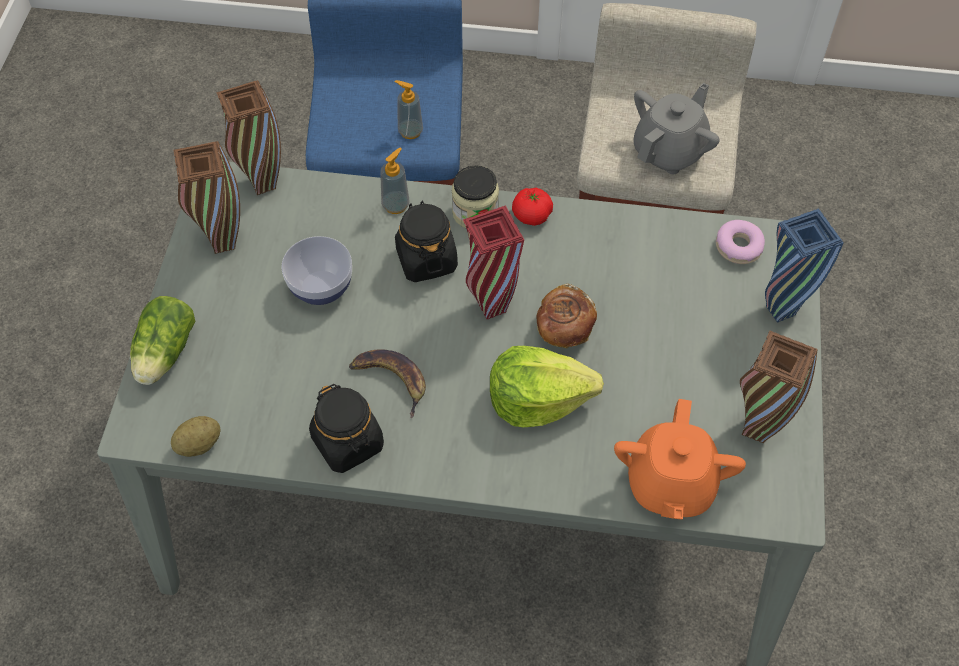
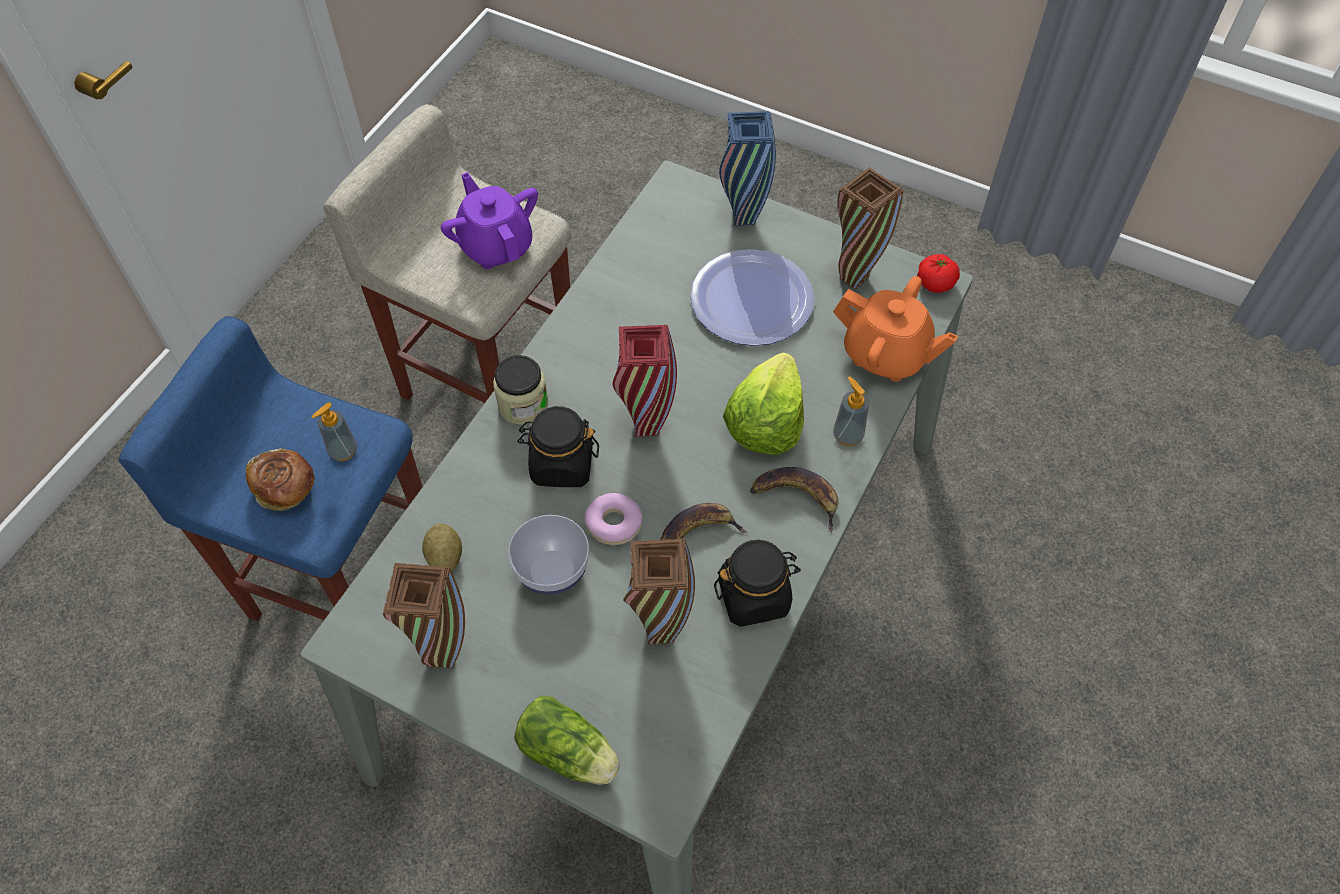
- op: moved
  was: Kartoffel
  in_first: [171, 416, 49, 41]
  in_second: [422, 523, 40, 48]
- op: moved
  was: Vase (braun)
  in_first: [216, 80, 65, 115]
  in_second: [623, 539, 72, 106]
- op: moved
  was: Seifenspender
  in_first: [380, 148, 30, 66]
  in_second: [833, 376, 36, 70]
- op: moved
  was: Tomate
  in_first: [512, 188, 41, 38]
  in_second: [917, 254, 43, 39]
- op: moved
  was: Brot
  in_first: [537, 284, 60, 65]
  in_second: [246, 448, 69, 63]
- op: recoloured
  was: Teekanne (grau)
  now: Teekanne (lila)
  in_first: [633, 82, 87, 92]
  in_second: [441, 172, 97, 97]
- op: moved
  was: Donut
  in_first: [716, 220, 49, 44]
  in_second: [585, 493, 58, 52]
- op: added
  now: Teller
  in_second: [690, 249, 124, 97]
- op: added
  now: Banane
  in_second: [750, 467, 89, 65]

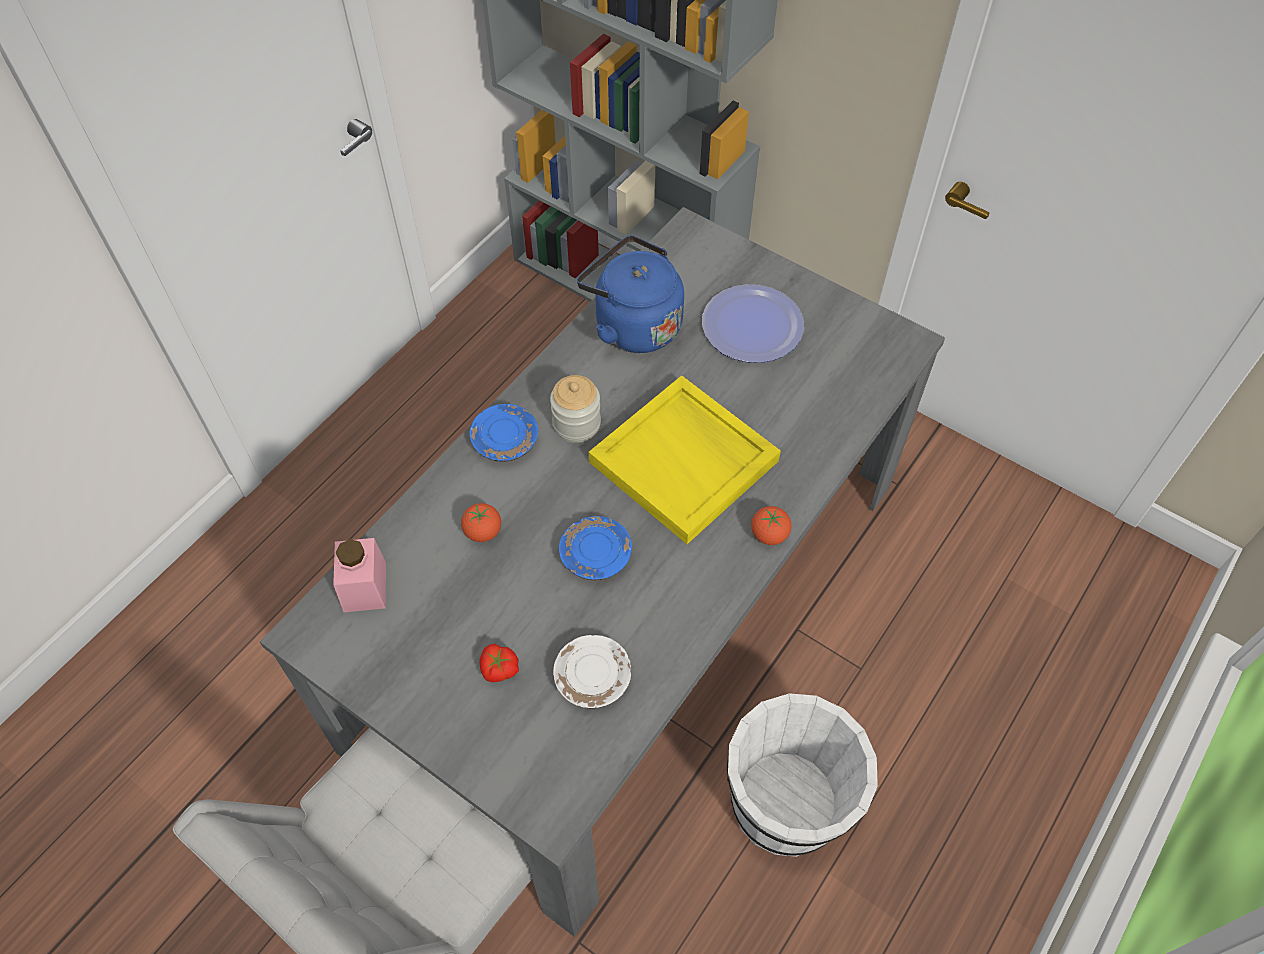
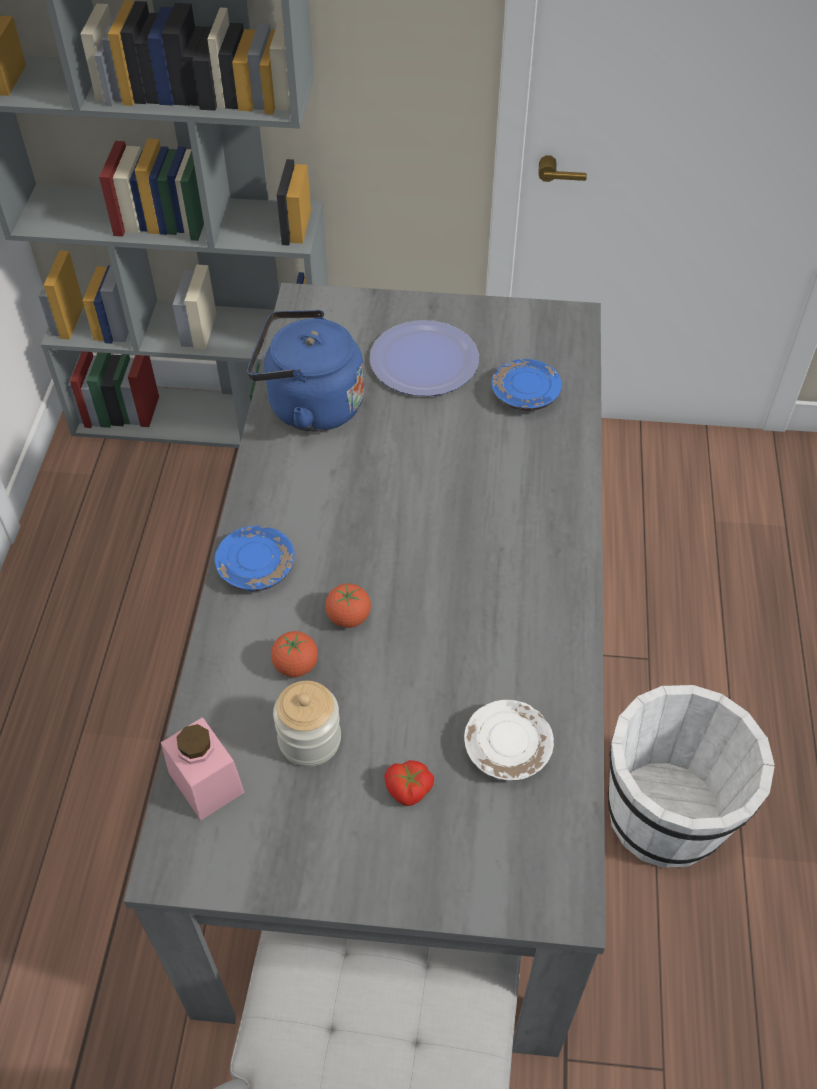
- op: moved
  was: Vorratsglas
  in_first: [550, 375, 51, 68]
  in_second: [273, 681, 68, 86]
- op: moved
  was: Teller (blau)
  in_first: [559, 516, 73, 64]
  in_second: [491, 359, 71, 52]
- op: removed
  was: Tablett (gelb)
  in_first: [589, 375, 192, 169]
- op: moved
  was: Tomate
  in_first: [751, 506, 40, 39]
  in_second: [325, 584, 46, 44]

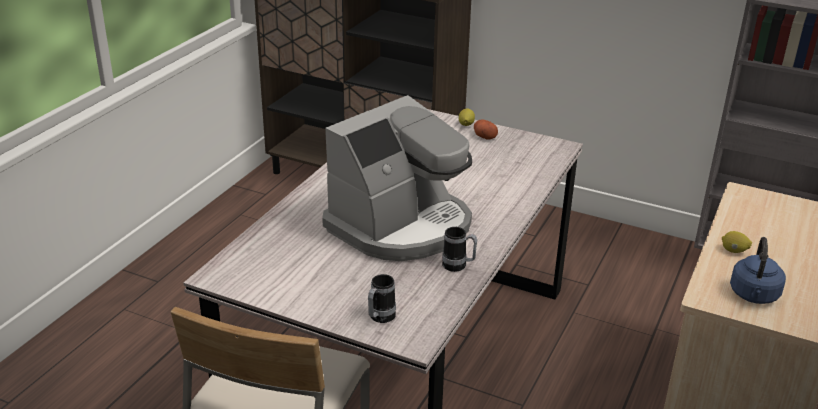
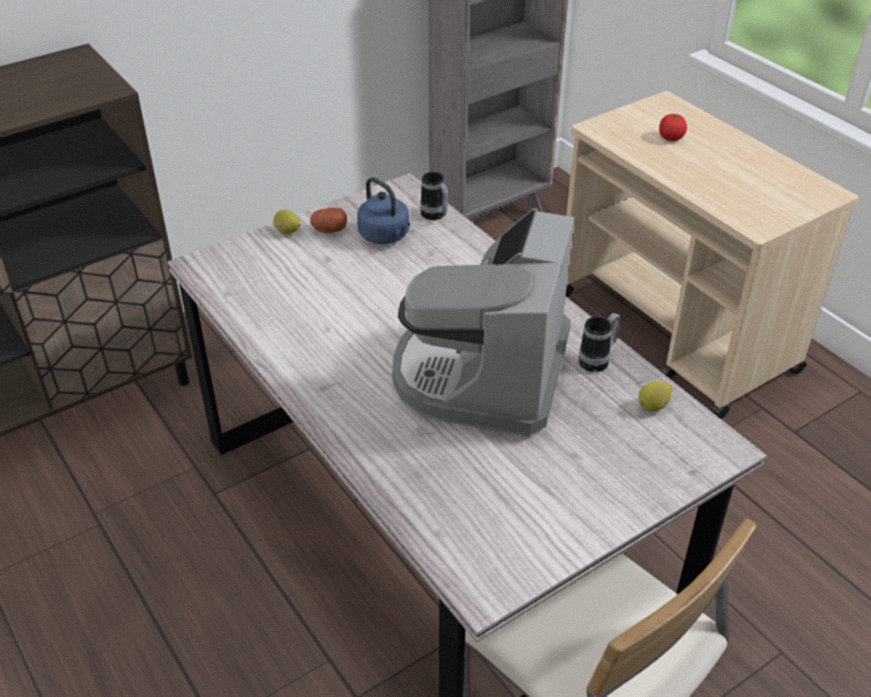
- op: turned
  was: Kaffeemaschine
  in_first: [322, 95, 150, 166]
  in_second: [392, 208, 182, 229]
  clockwise: -150
- op: moved
  was: Henkelbecher
  in_first: [368, 274, 28, 49]
  in_second: [420, 172, 28, 48]
- op: moved
  was: Zitrone
  in_first: [722, 231, 30, 22]
  in_second: [638, 381, 35, 31]
- op: moved
  was: Wasserkessel (blau)
  in_first: [730, 237, 56, 67]
  in_second: [357, 177, 53, 67]
- op: added
  now: Tomate
  in_second: [659, 114, 28, 27]

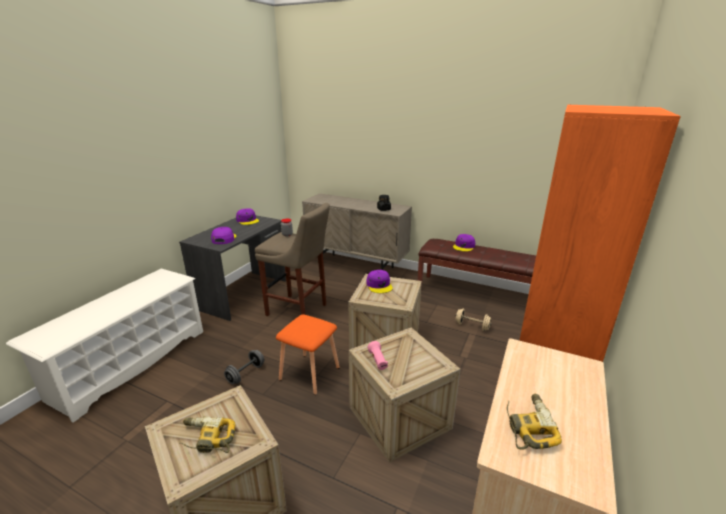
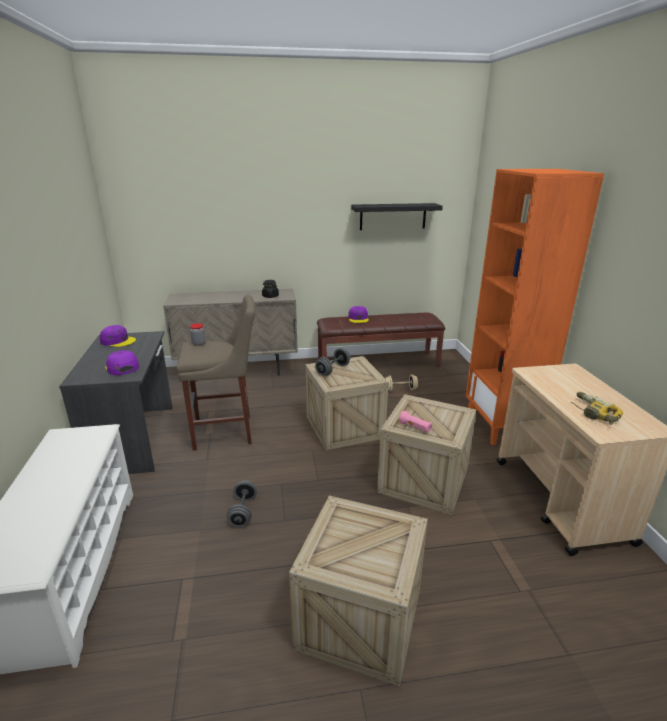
- op: removed
  was: Bohrmaschine
  in_first: [179, 416, 56, 37]
- op: removed
  was: Hocker (orange)
  in_first: [276, 314, 64, 81]
- op: replaced
  was: Kappe (lila)
  now: Hantel (grau)
  in_first: [366, 270, 27, 23]
  in_second: [315, 348, 35, 28]
- op: added
  now: Wandregal (schwarz)
  in_second: [351, 203, 92, 27]

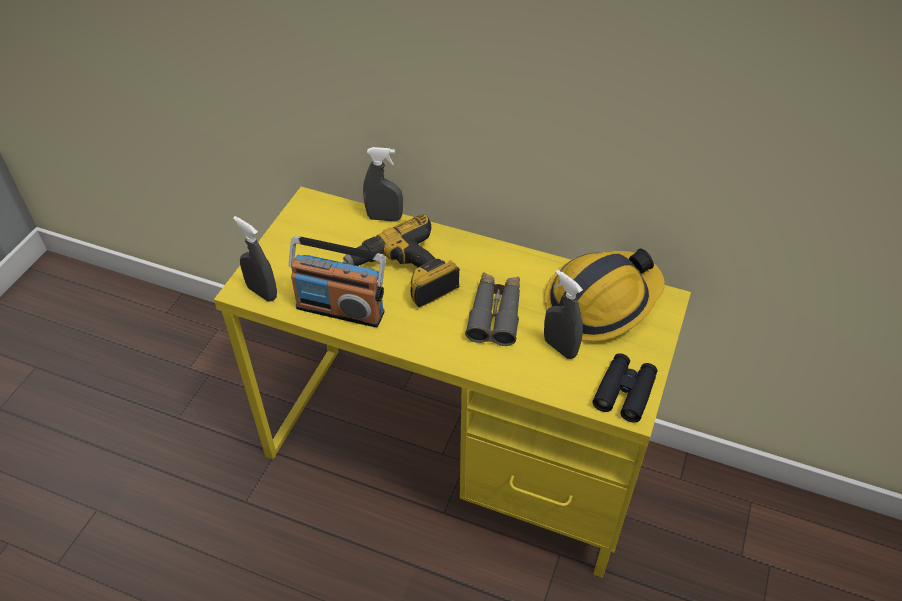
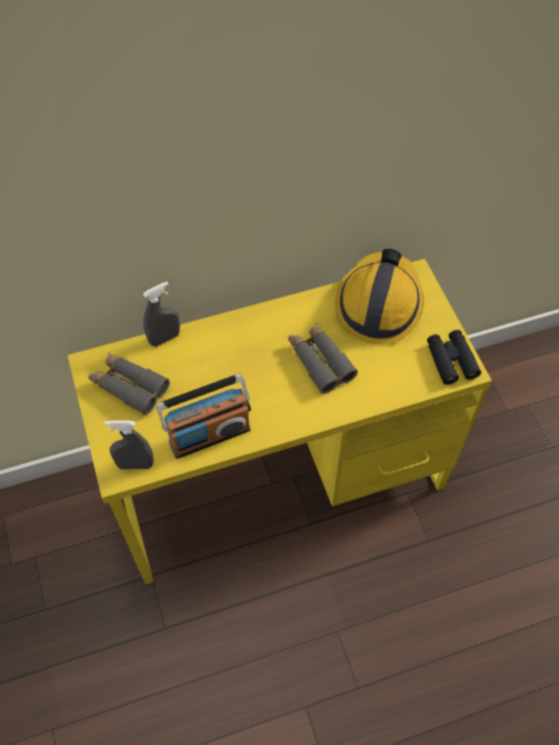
- op: removed
  was: Bohrmaschine
  in_first: [342, 214, 118, 93]
- op: removed
  was: Sprühflasche (grau)
  in_first: [544, 270, 39, 89]
- op: added
  now: Fernglas (grau)
  in_second: [89, 353, 80, 62]

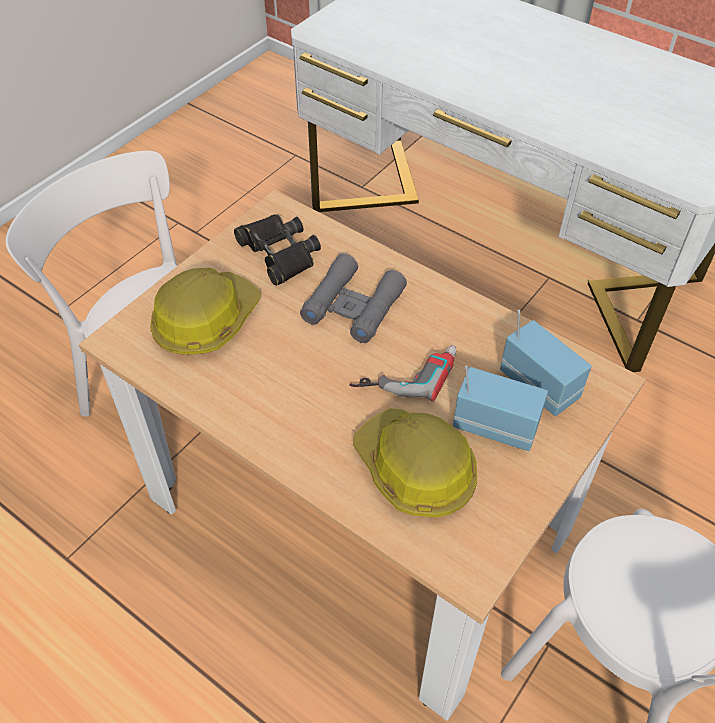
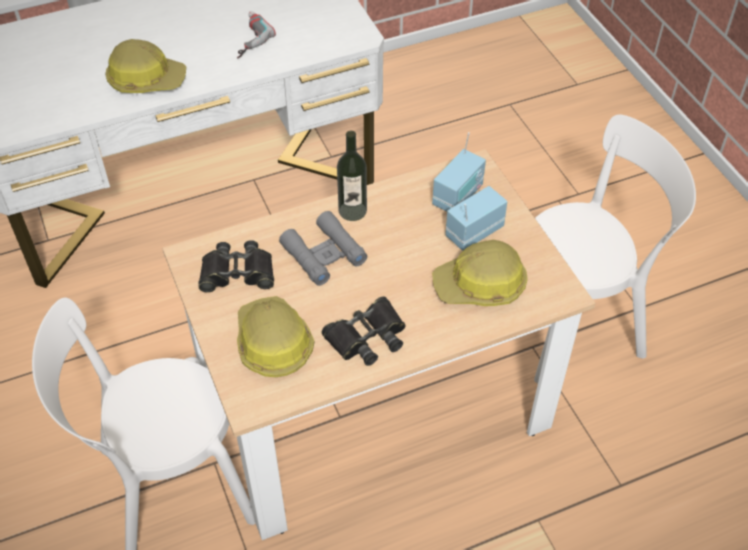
- op: moved
  was: Bohrmaschine
  in_first: [349, 345, 108, 56]
  in_second: [237, 12, 39, 47]
- op: turned
  was: Radio
  in_first: [500, 310, 92, 106]
  in_second: [432, 132, 54, 80]
  clockwise: 135
- op: added
  now: Schutzhelm
  in_second: [105, 39, 81, 54]
- op: added
  now: Fernglas (schwarz)
  in_second: [321, 296, 85, 70]
- op: added
  now: Flasche
  in_second: [337, 131, 30, 90]

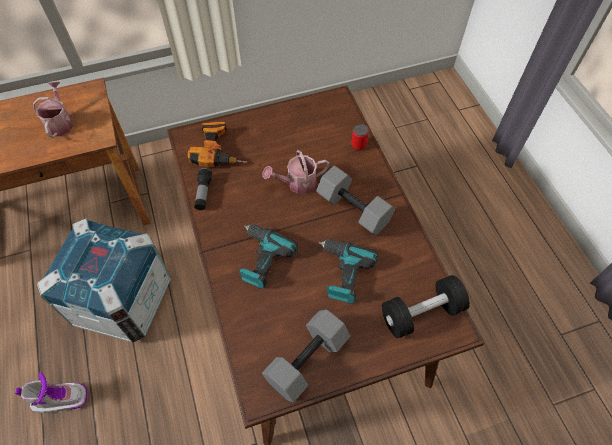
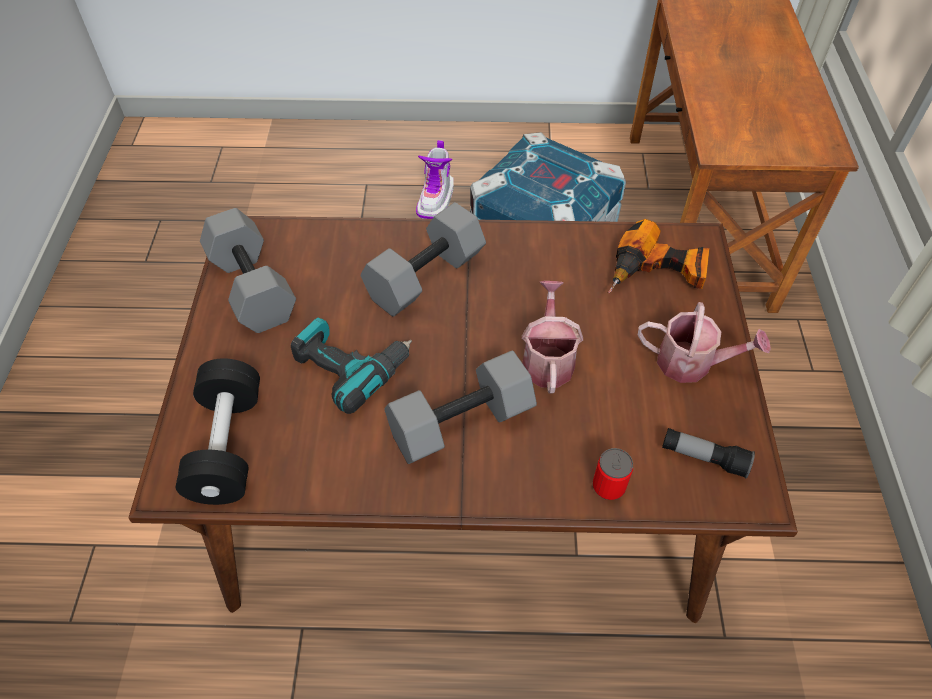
- op: moved
  was: Gießkanne
  in_first: [33, 82, 41, 56]
  in_second: [638, 302, 133, 81]
- op: moved
  was: Taschenlampe
  in_first: [194, 168, 18, 42]
  in_second: [662, 428, 93, 50]
- op: replaced
  was: Bohrmaschine
  now: Hantel (grau)
  in_first: [239, 224, 59, 65]
  in_second: [361, 202, 125, 115]

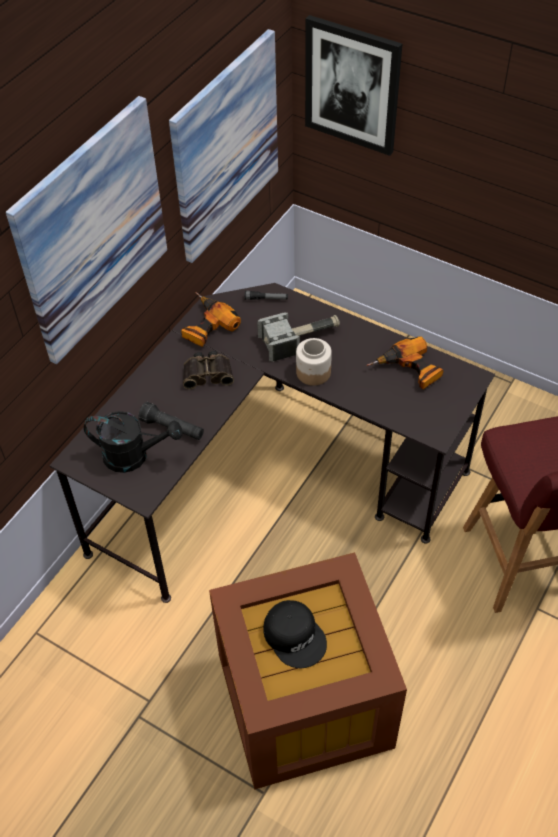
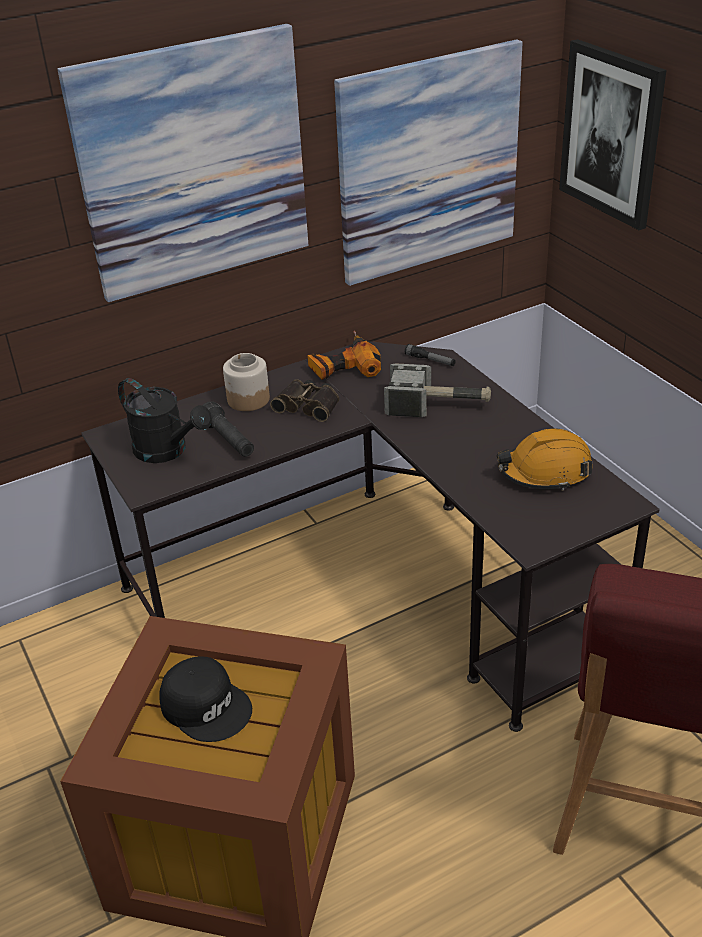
- op: turned
  was: Kappe (schwarz)
  in_first: [263, 600, 64, 68]
  in_second: [159, 657, 93, 85]
  clockwise: -45
- op: moved
  was: Vorratsglas
  in_first: [296, 338, 36, 48]
  in_second: [223, 353, 47, 58]
- op: replaced
  was: Bohrmaschine
  now: Schutzhelm (orange)
  in_first: [367, 336, 76, 53]
  in_second: [497, 428, 96, 63]

